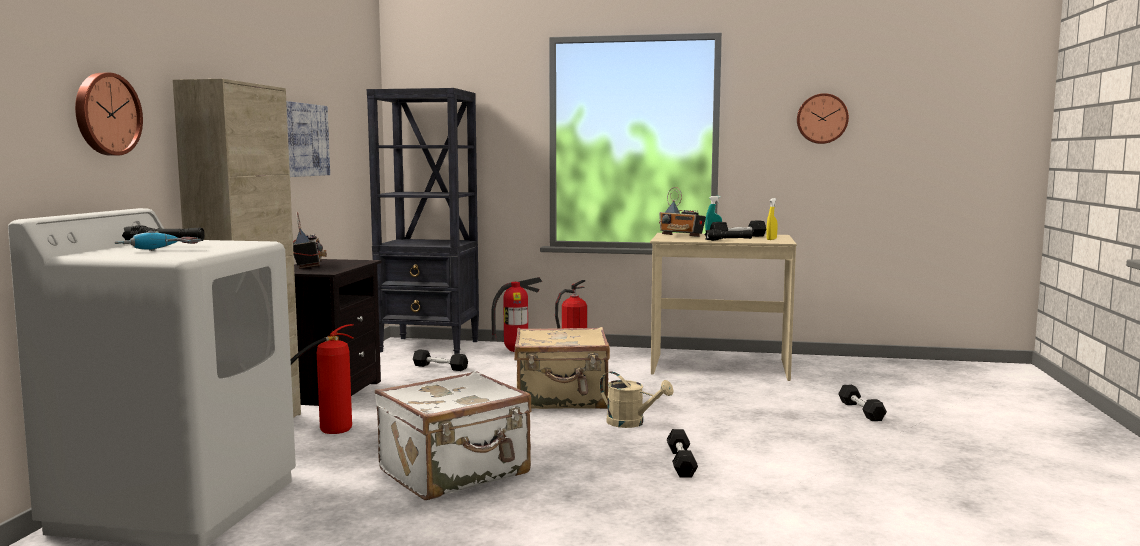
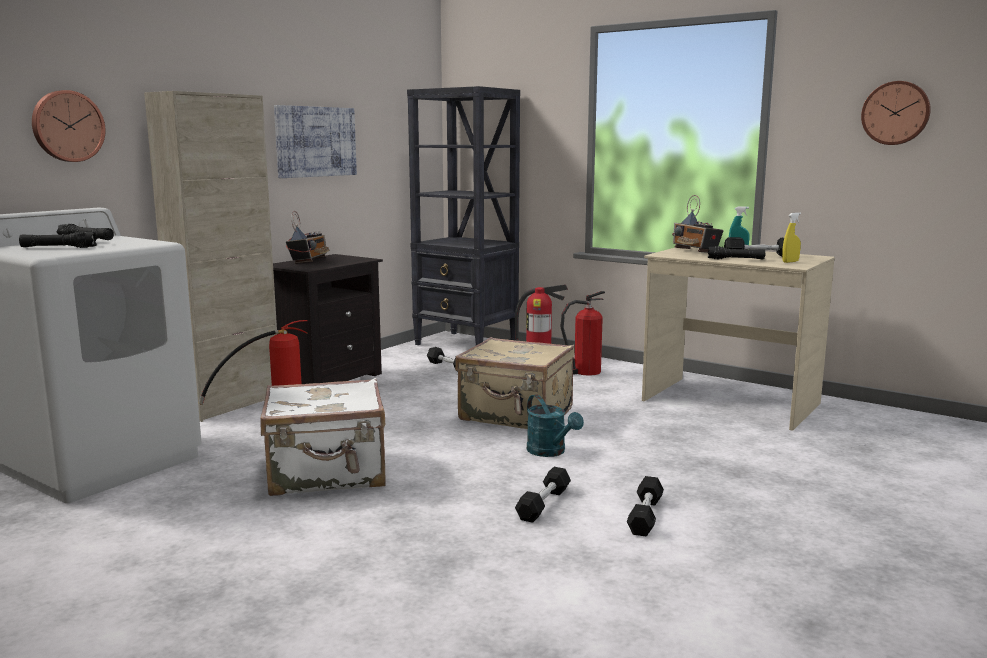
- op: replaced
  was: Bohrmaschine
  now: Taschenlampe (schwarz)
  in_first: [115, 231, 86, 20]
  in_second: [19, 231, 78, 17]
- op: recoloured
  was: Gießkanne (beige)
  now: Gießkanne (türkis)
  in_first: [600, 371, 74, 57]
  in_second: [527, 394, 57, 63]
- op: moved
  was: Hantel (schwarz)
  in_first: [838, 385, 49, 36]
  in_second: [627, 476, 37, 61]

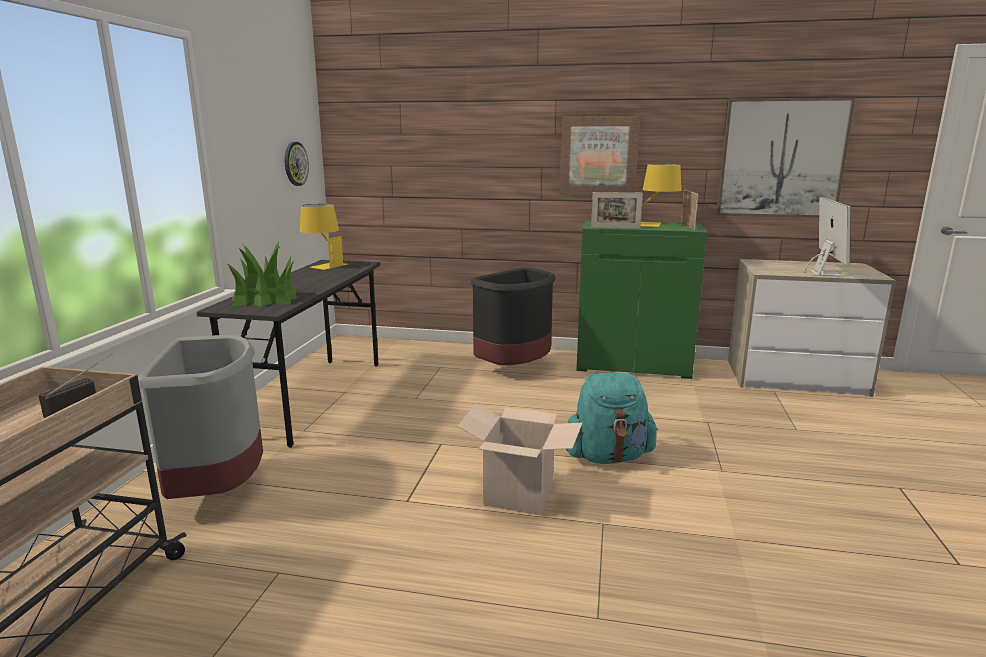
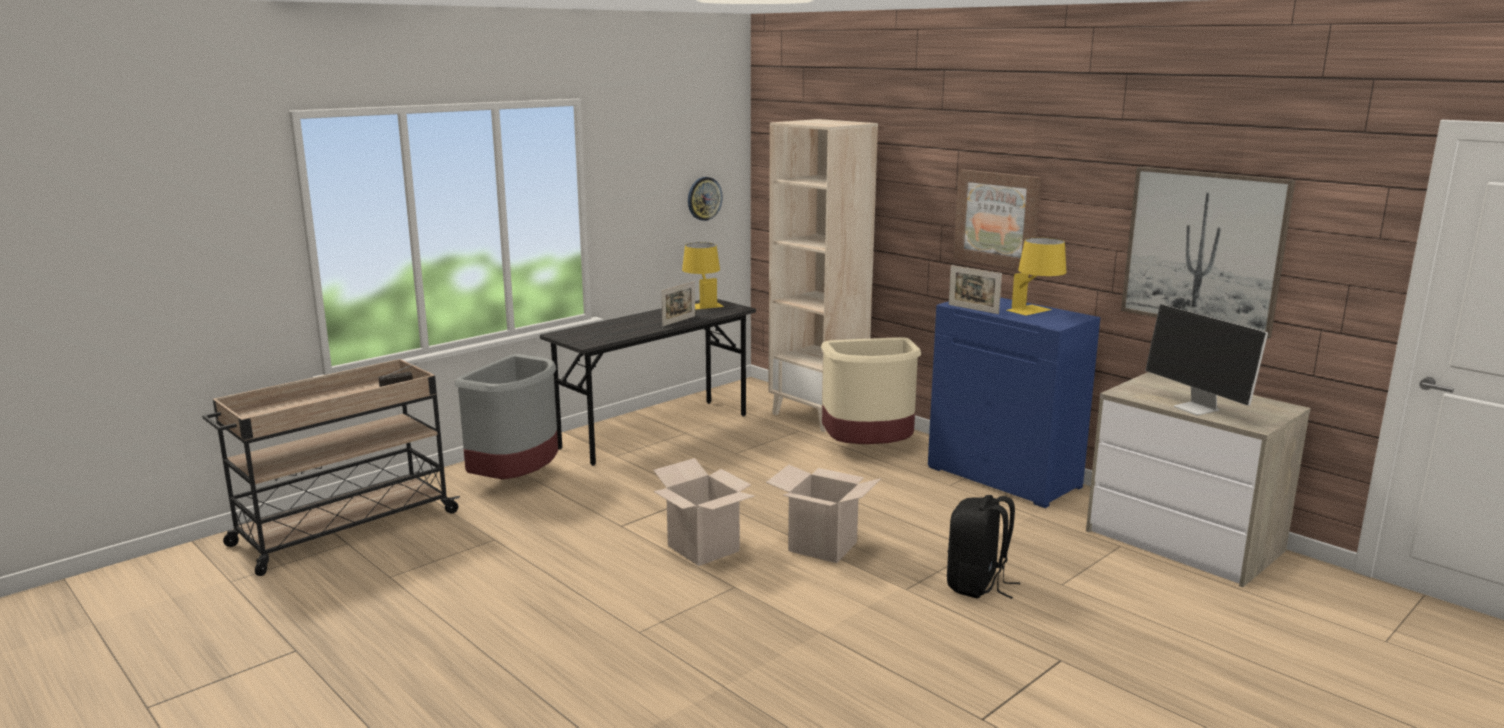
- op: removed
  was: Topfpflanze
  in_first: [228, 241, 70, 66]
- op: recoloured
  was: Mülleimer (schwarz)
  now: Mülleimer (beige)
  in_first: [470, 267, 86, 98]
  in_second: [821, 337, 100, 107]
- op: replaced
  was: Rucksack (türkis)
  now: Karton
  in_first: [566, 373, 92, 91]
  in_second: [766, 465, 115, 98]
- op: recoloured
  was: Schrank (grün)
  now: Schrank (blau)
  in_first: [576, 220, 131, 159]
  in_second: [928, 297, 172, 211]
- op: moved
  was: Bilderrahmen
  in_first: [681, 190, 17, 40]
  in_second: [661, 281, 34, 45]
- op: turned
  was: Monitor
  in_first: [804, 197, 47, 80]
  in_second: [1145, 304, 123, 112]
  clockwise: 105
- op: added
  now: Bücherregal (beige)
  in_second: [769, 119, 109, 313]
- op: added
  now: Rucksack (schwarz)
  in_second: [947, 495, 73, 104]

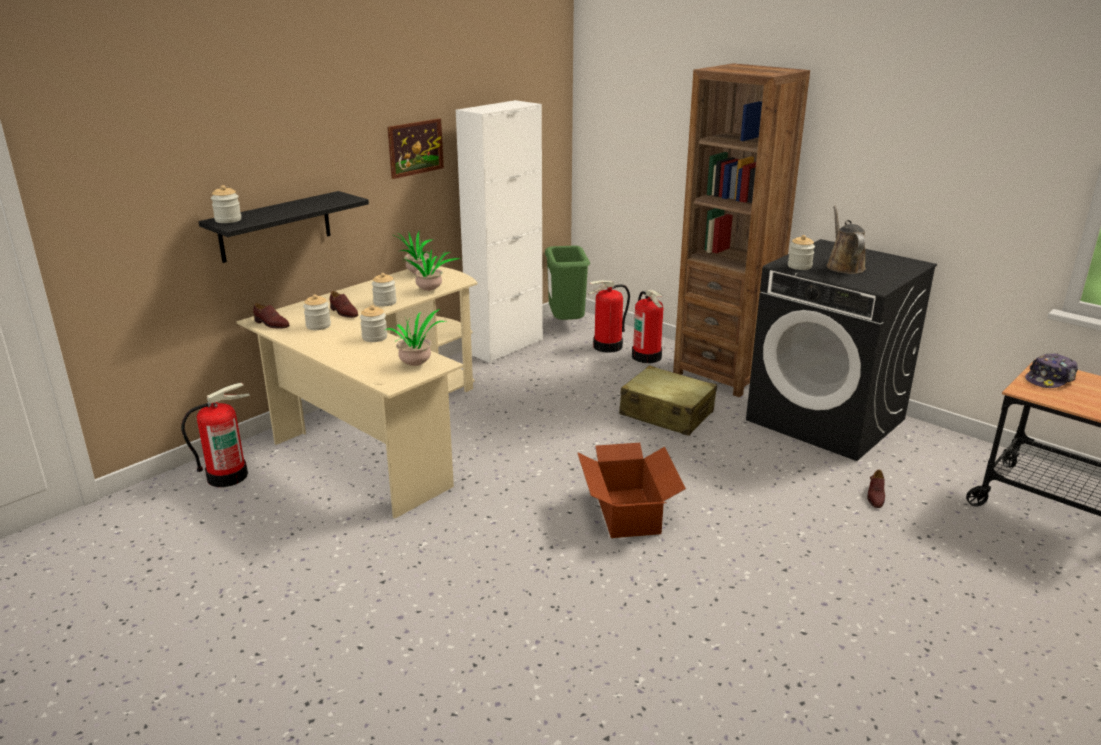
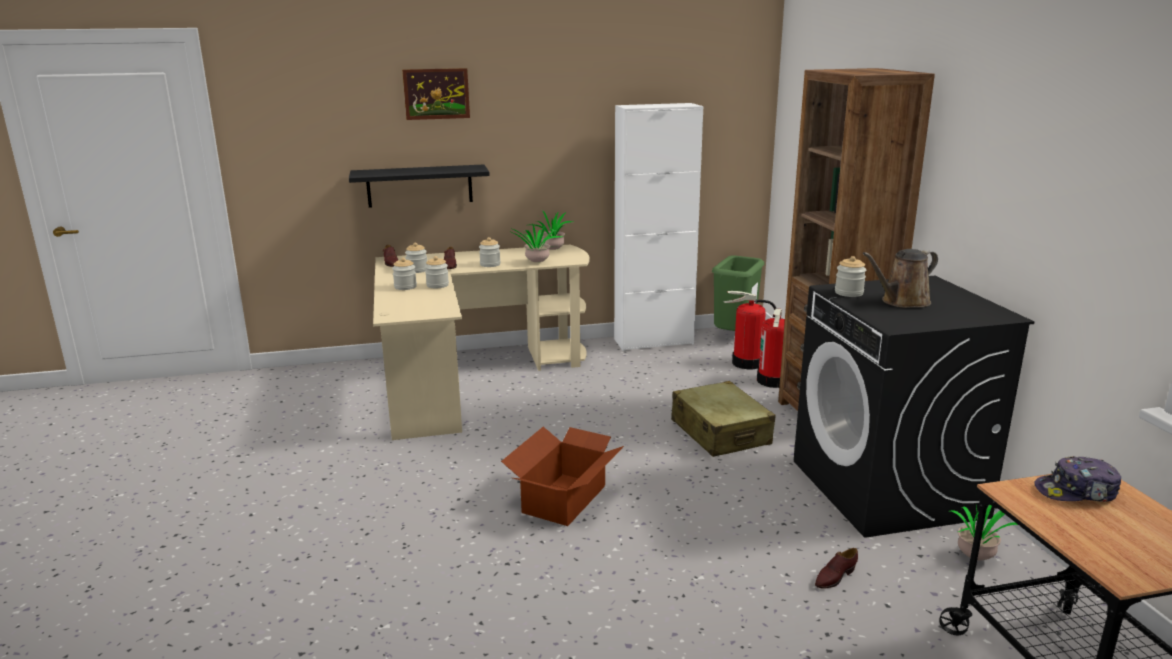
- op: removed
  was: Feuerlöscher
  in_first: [181, 382, 69, 105]
- op: moved
  was: Vorratsglas
  in_first: [211, 185, 30, 38]
  in_second: [392, 258, 25, 32]
- op: moved
  was: Topfpflanze
  in_first: [385, 309, 61, 57]
  in_second: [950, 505, 68, 55]
- op: moved
  was: Bild
  in_first: [388, 118, 56, 61]
  in_second: [402, 68, 68, 52]
- op: turned
  was: Gießkanne (braun)
  in_first: [826, 206, 40, 68]
  in_second: [863, 249, 75, 59]
  clockwise: -150

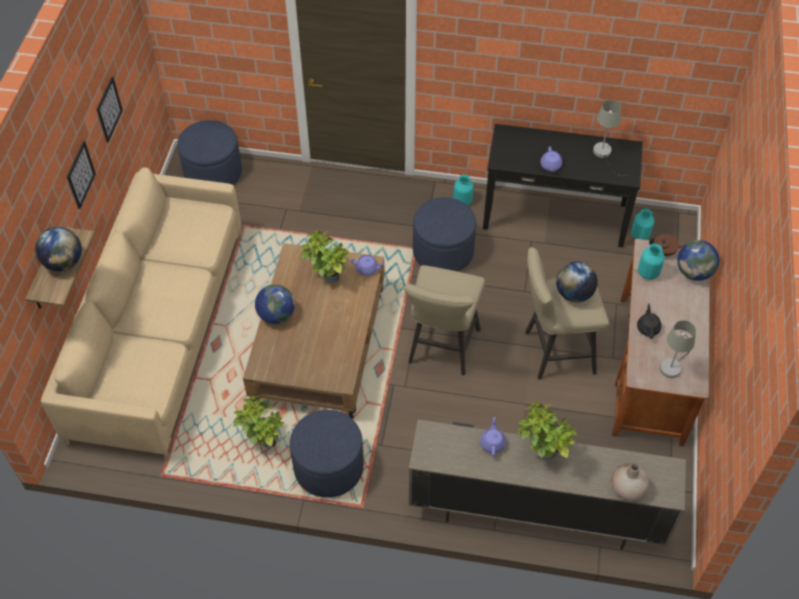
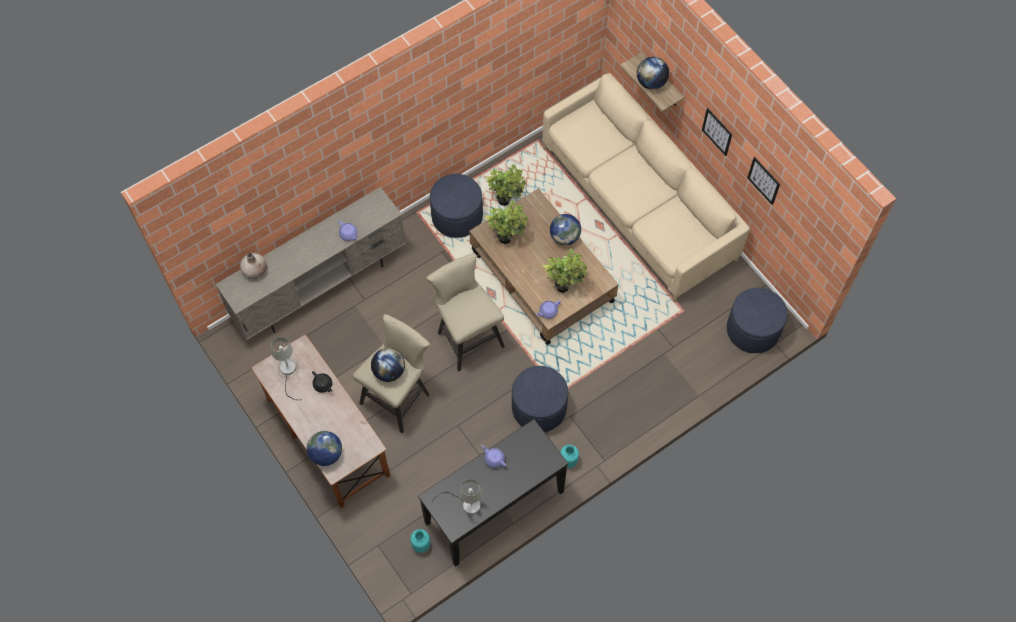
- op: moved
  was: Topfpflanze
  in_first: [516, 402, 62, 58]
  in_second: [485, 200, 43, 44]
- op: removed
  was: Vase (türkis)
  in_first: [638, 243, 27, 37]
- op: removed
  was: Teekanne (braun)
  in_first: [649, 234, 36, 22]

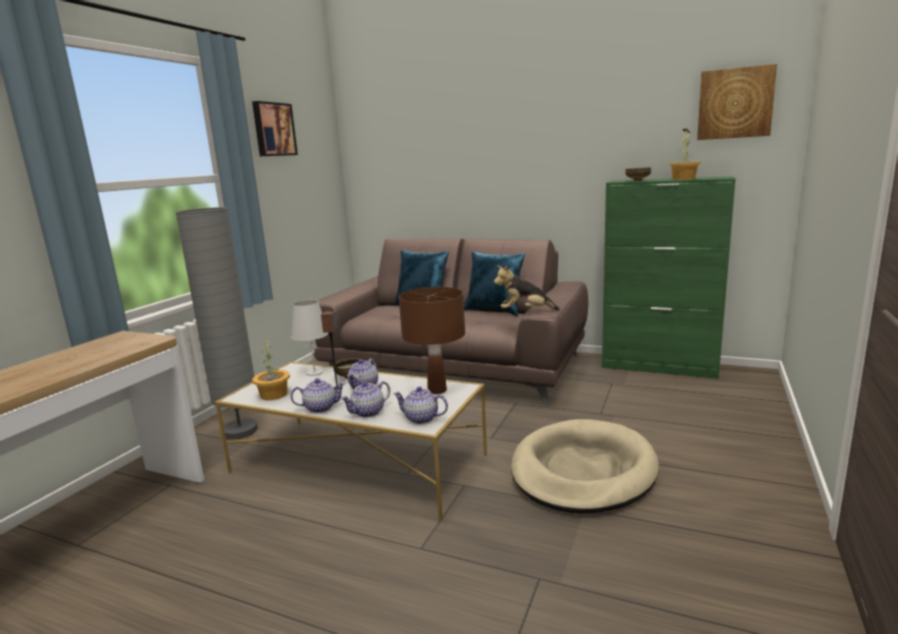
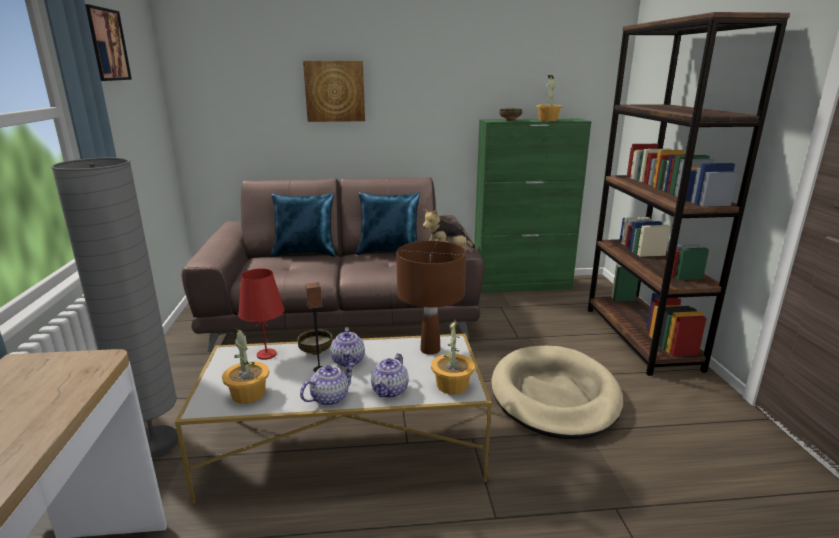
- op: recoloured
  was: Tischlampe (weiß)
  now: Tischlampe (rot)
  in_first: [291, 299, 37, 77]
  in_second: [238, 268, 47, 92]
- op: replaced
  was: Teekanne
  now: Topfpflanze
  in_first: [393, 387, 55, 37]
  in_second: [431, 320, 44, 74]
- op: moved
  was: Bild
  in_first: [697, 64, 80, 76]
  in_second: [303, 61, 62, 61]
- op: added
  now: Bücherregal (braun)
  in_second: [588, 12, 202, 364]

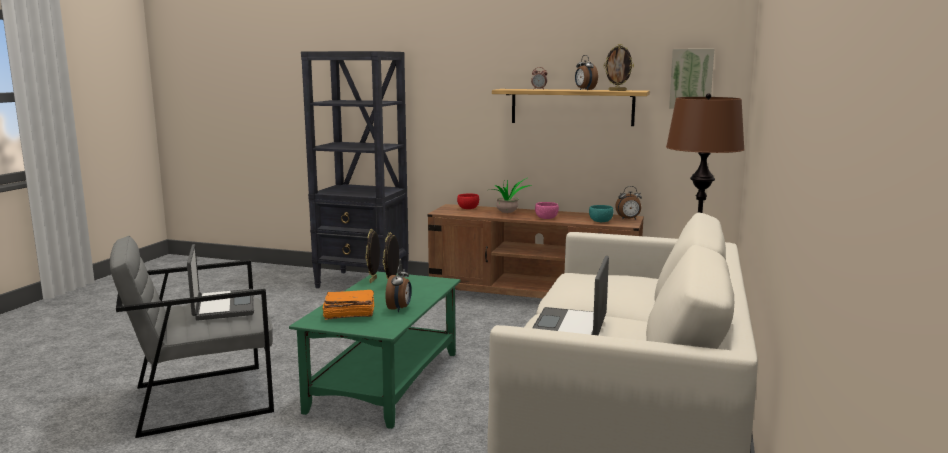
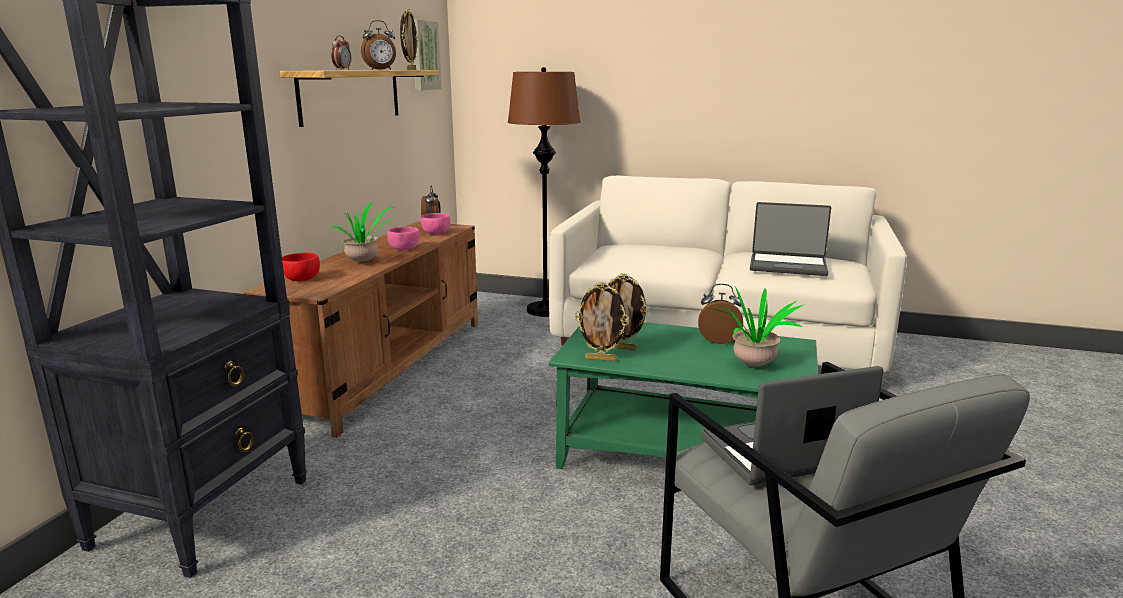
- op: replaced
  was: Buch (orange)
  now: Topfpflanze
  in_first: [323, 290, 51, 30]
  in_second: [710, 286, 95, 80]
- op: recoloured
  was: Schüssel (türkis)
  now: Schüssel (rosa)
  in_first: [589, 205, 24, 17]
  in_second: [421, 213, 29, 22]

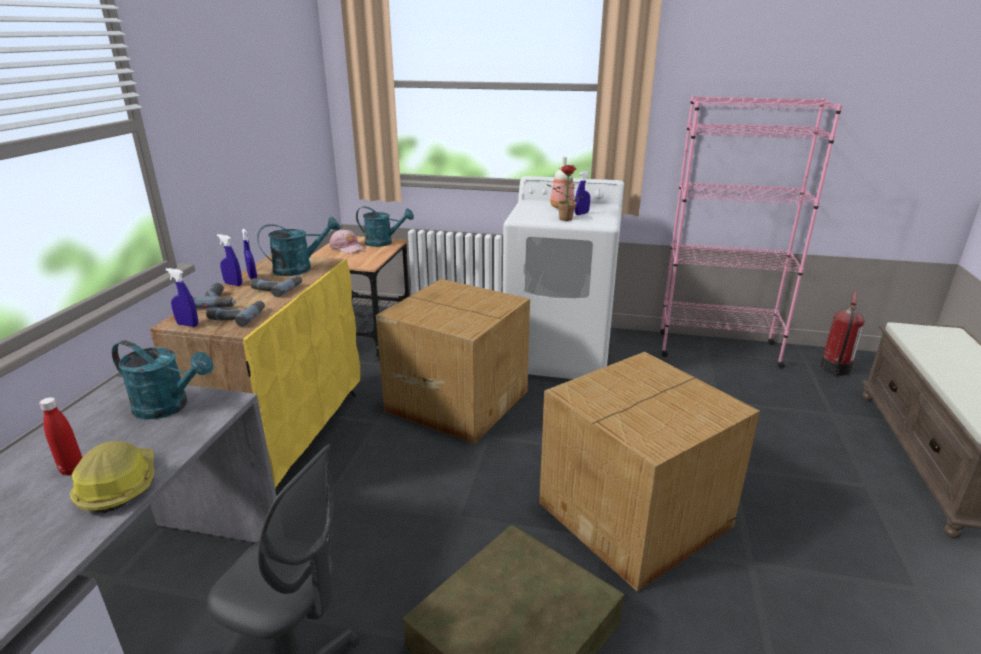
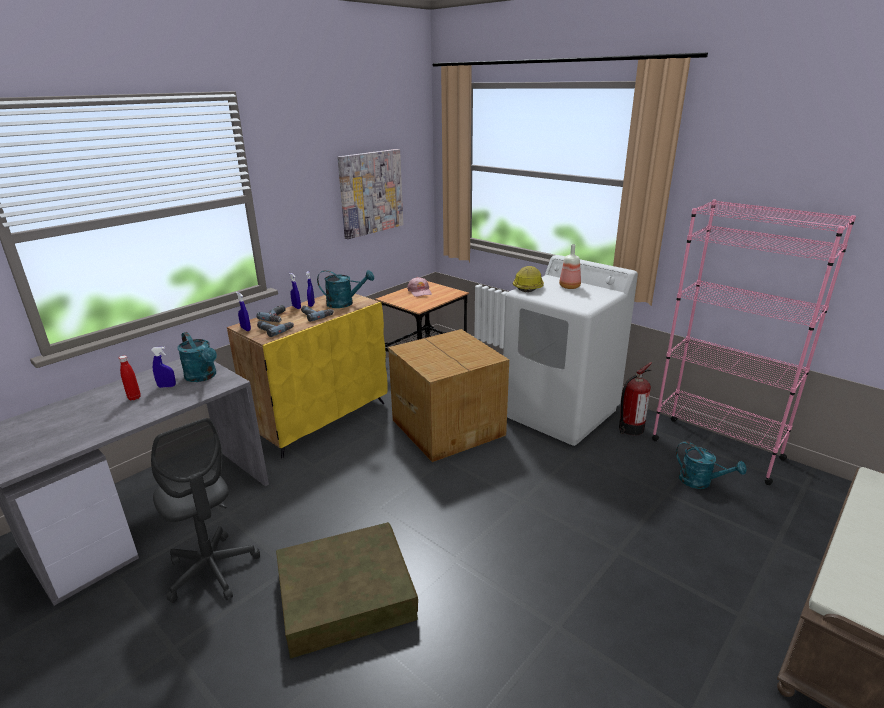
- op: moved
  was: Schutzhelm
  in_first: [70, 441, 85, 72]
  in_second: [513, 266, 31, 26]
- op: moved
  was: Gießkanne (türkis)
  in_first: [356, 206, 58, 41]
  in_second: [676, 441, 71, 48]
- op: removed
  was: Karton
  in_first: [539, 352, 221, 240]
- op: removed
  was: Topfpflanze
  in_first: [546, 165, 38, 56]
- op: moved
  was: Sprühflasche (blau)
  in_first: [575, 171, 15, 44]
  in_second: [151, 347, 25, 41]
- op: moved
  was: Feuerlöscher
  in_first: [820, 290, 45, 87]
  in_second: [619, 362, 33, 73]
- op: added
  now: Bild
  in_second: [337, 149, 66, 90]

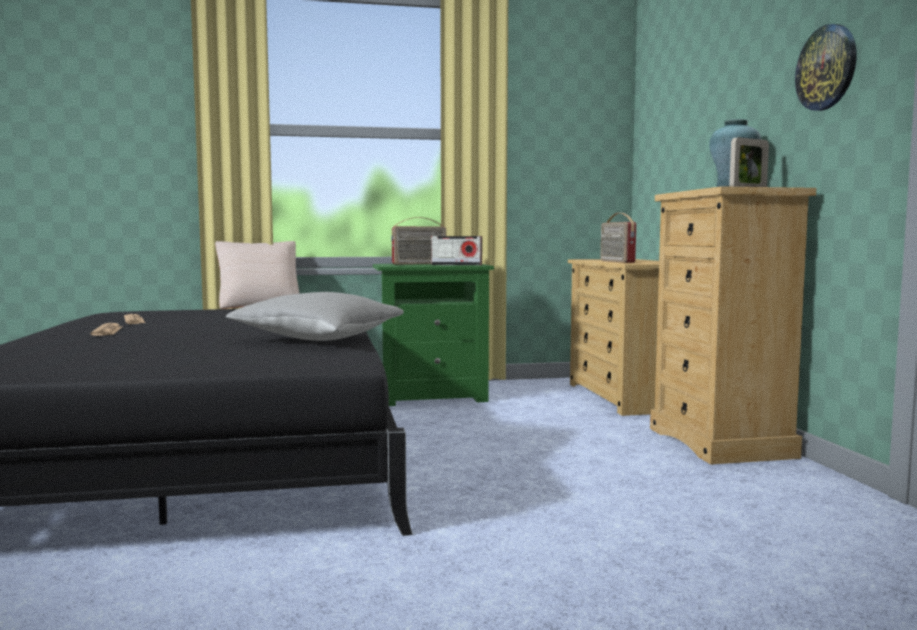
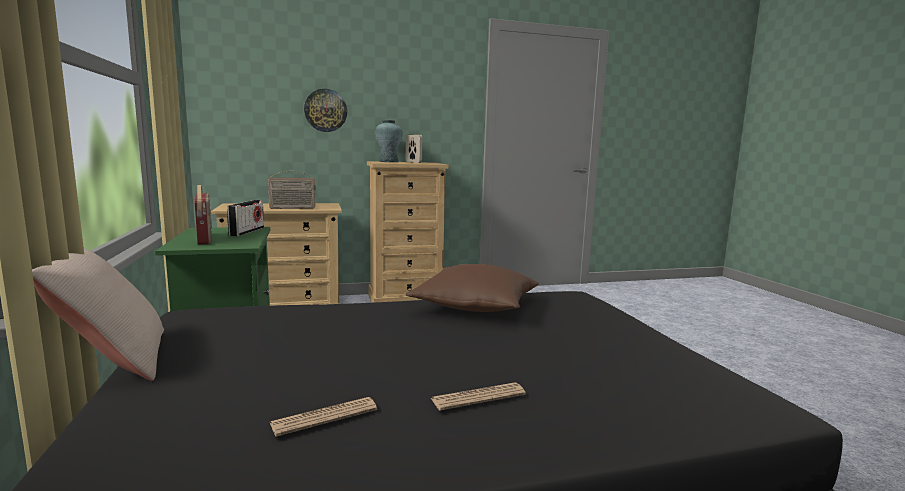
- op: recoloured
  was: Kissen (grau)
  now: Kissen (braun)
  in_first: [225, 292, 179, 49]
  in_second: [406, 264, 133, 48]
- op: moved
  was: Wanduhr
  in_first: [795, 24, 62, 87]
  in_second: [304, 89, 43, 43]

